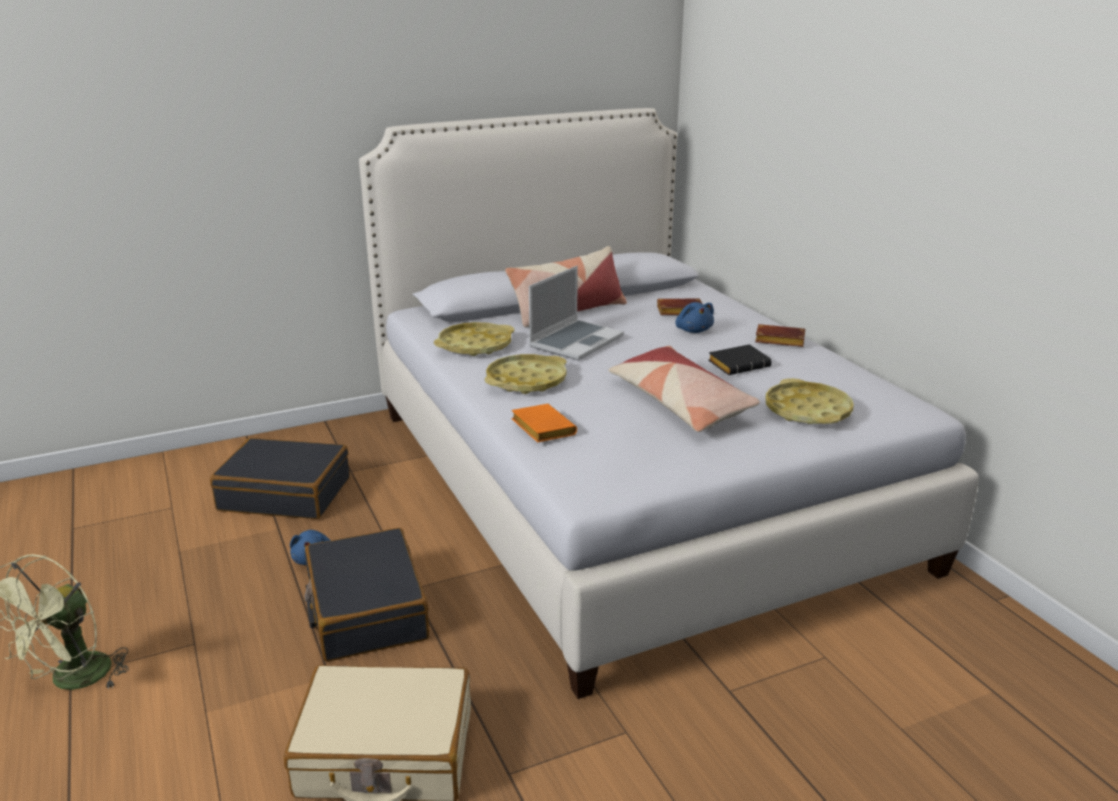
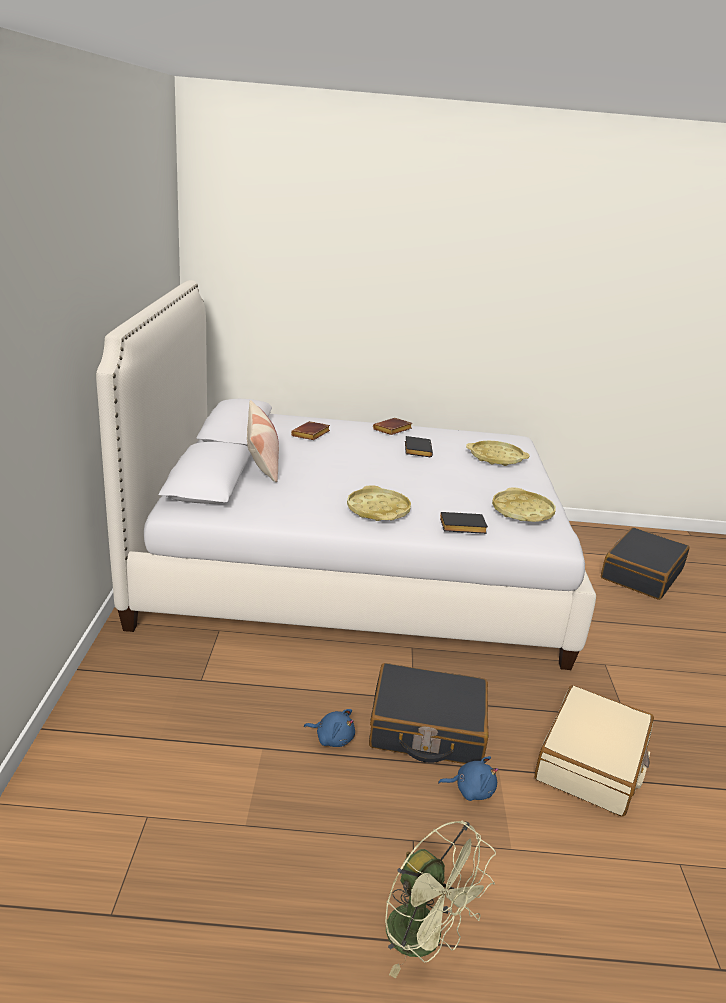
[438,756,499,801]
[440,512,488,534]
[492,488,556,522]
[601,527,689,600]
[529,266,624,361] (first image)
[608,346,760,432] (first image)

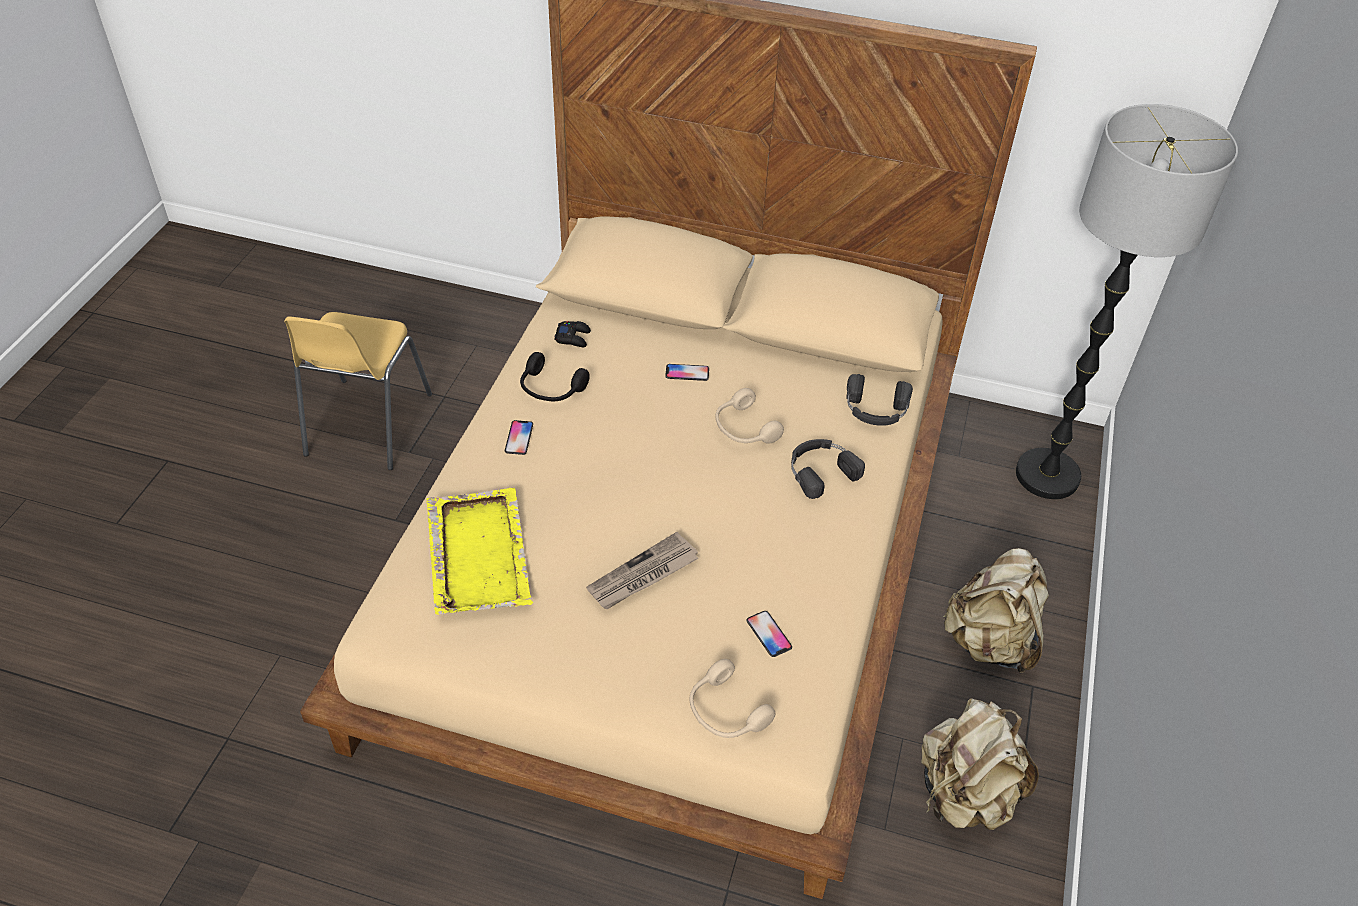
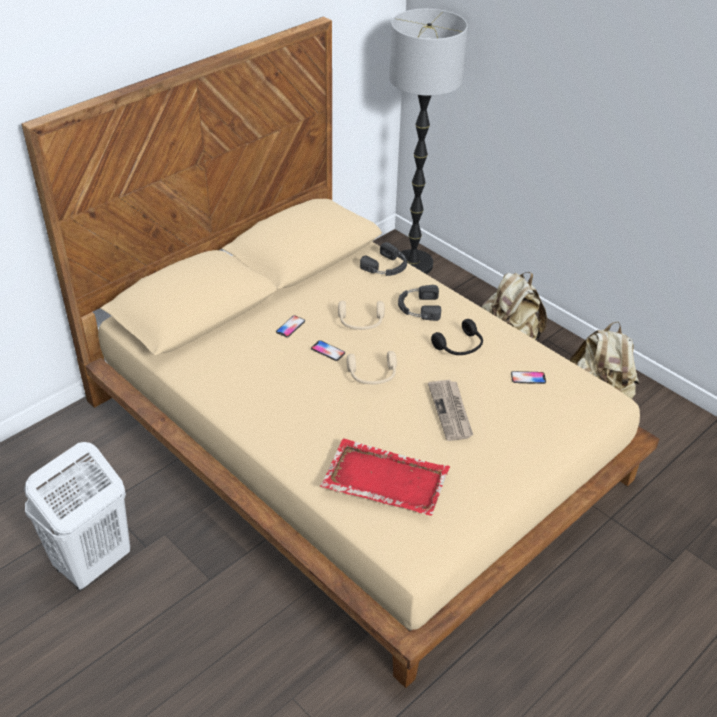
[24,442,130,590]
[311,340,345,361]
[320,438,450,516]
[347,351,397,384]
[431,319,483,355]
[554,321,591,347] (first image)

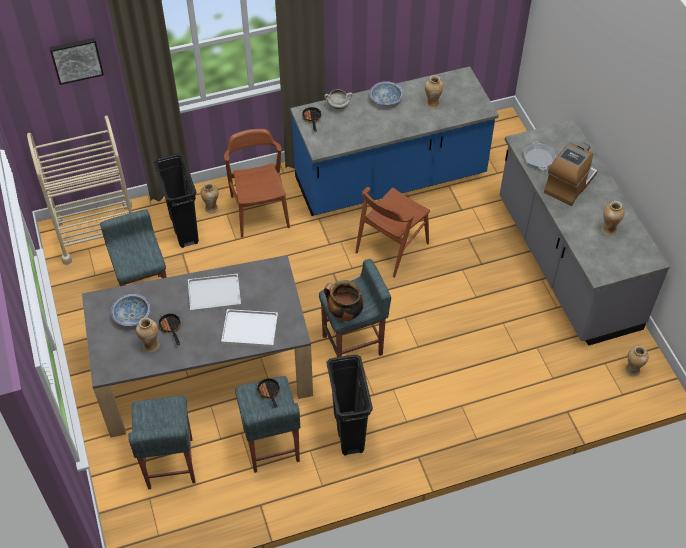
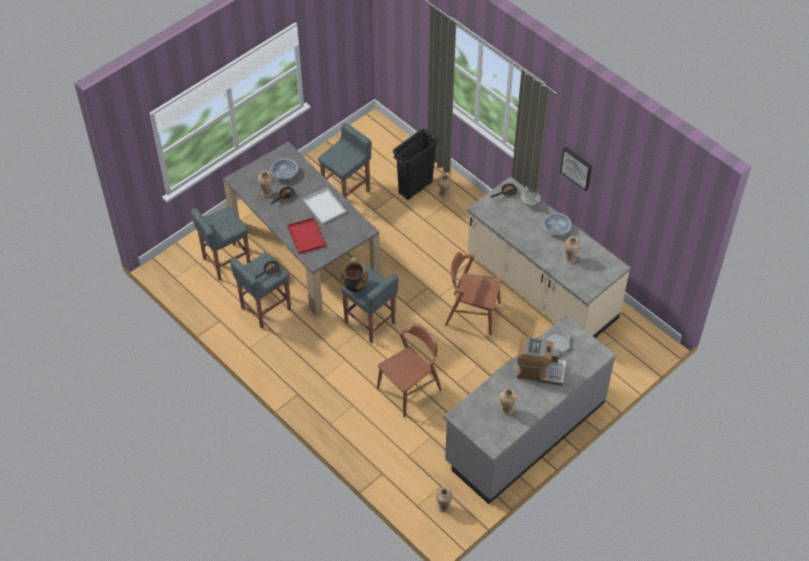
[287,217,326,254]
[377,323,442,417]
[467,177,631,338]
[560,147,592,191]
[27,115,132,265] (first image)
[326,355,373,456] (first image)

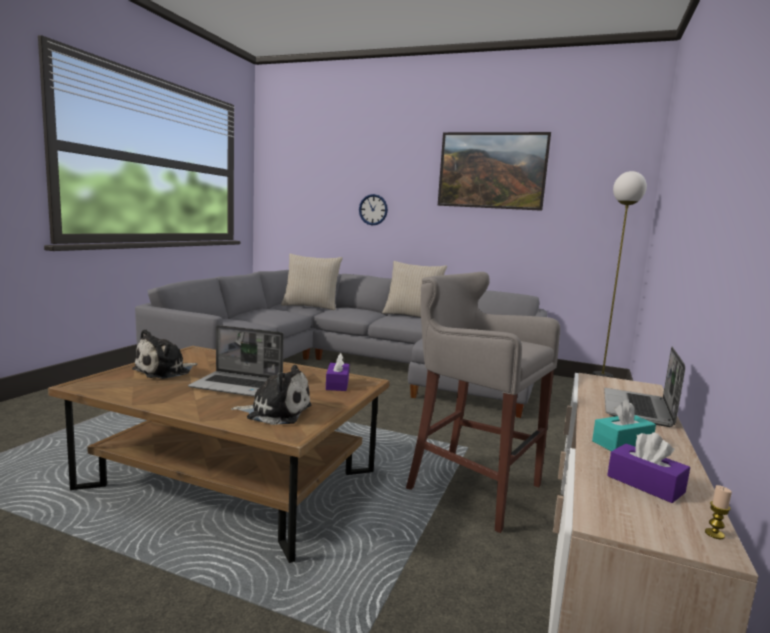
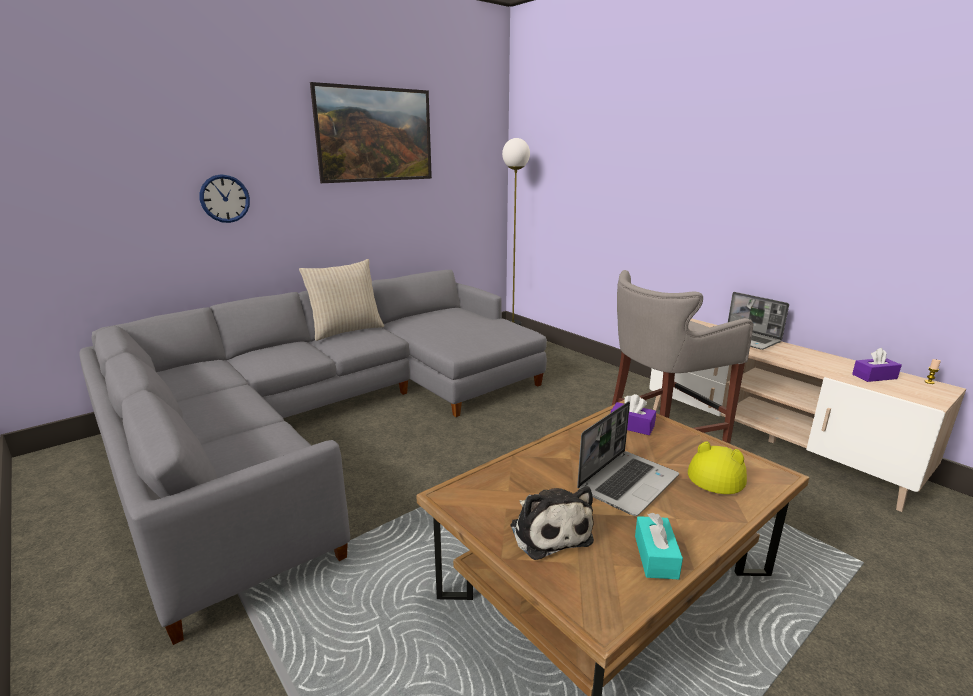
[635,513,683,580]
[688,441,747,494]
[281,254,343,310] (first image)

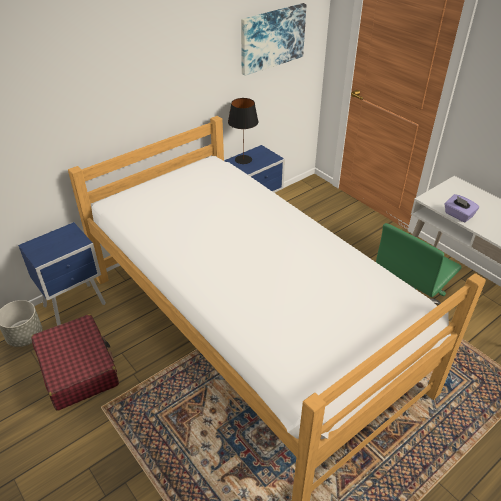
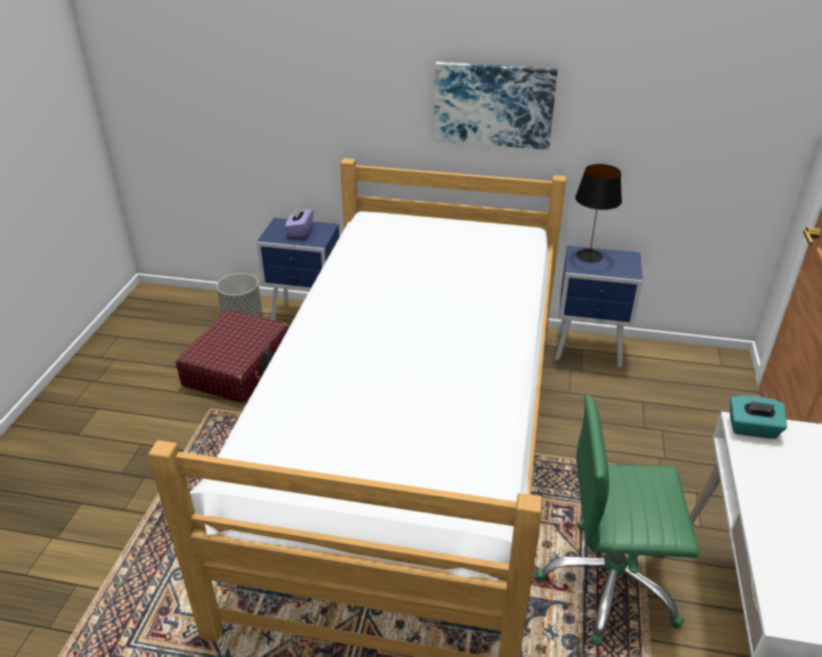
[285,205,313,238]
[434,62,558,150]
[730,395,787,439]

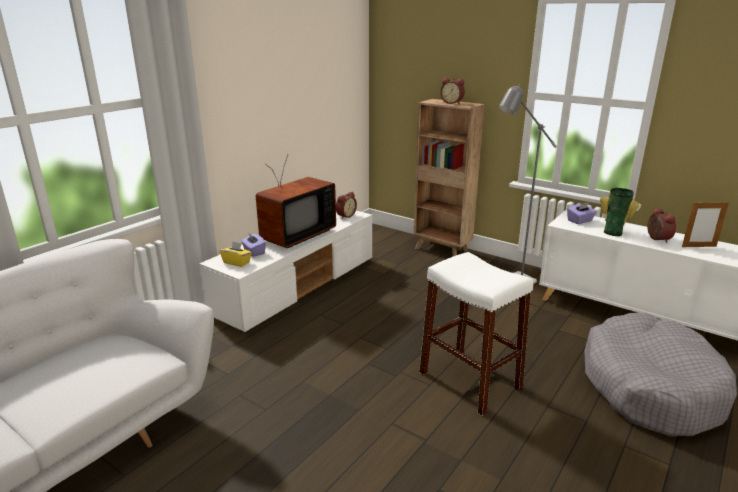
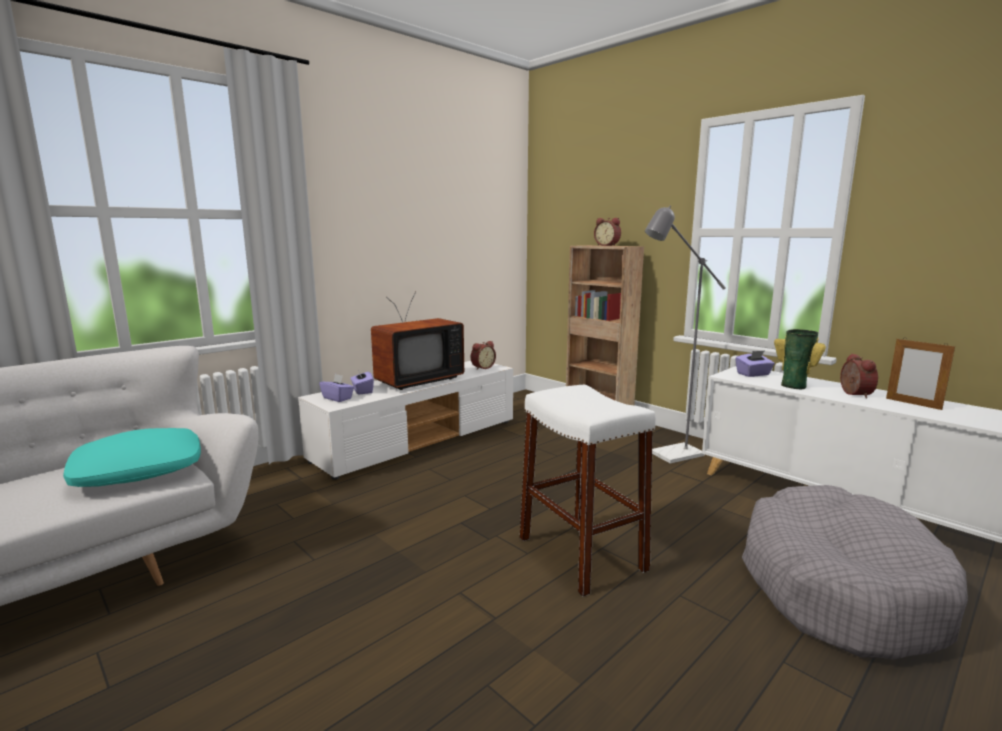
[63,428,201,487]
[319,374,354,402]
[886,338,955,410]

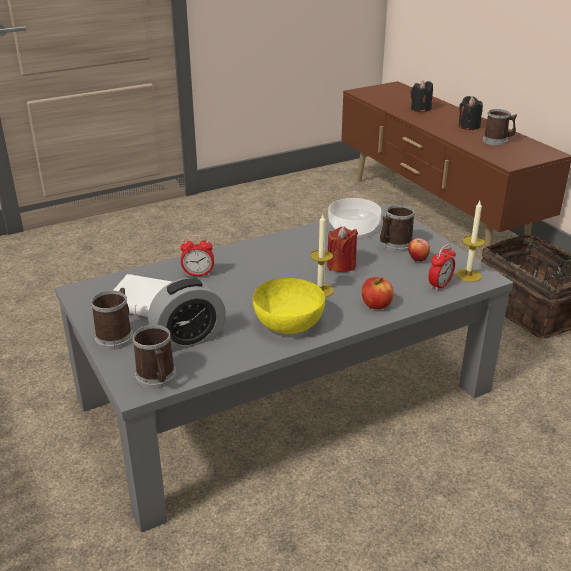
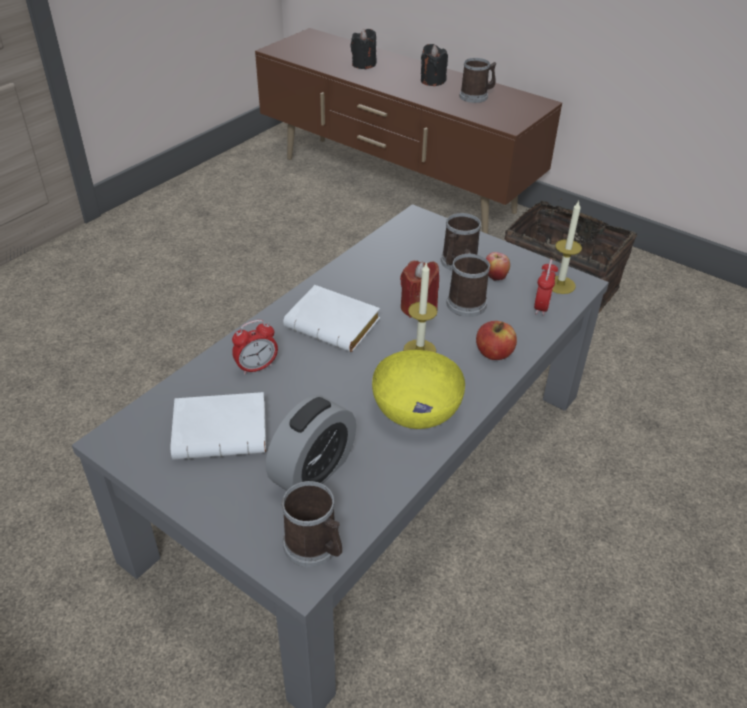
[283,285,380,352]
[447,249,490,317]
[328,198,382,238] (first image)

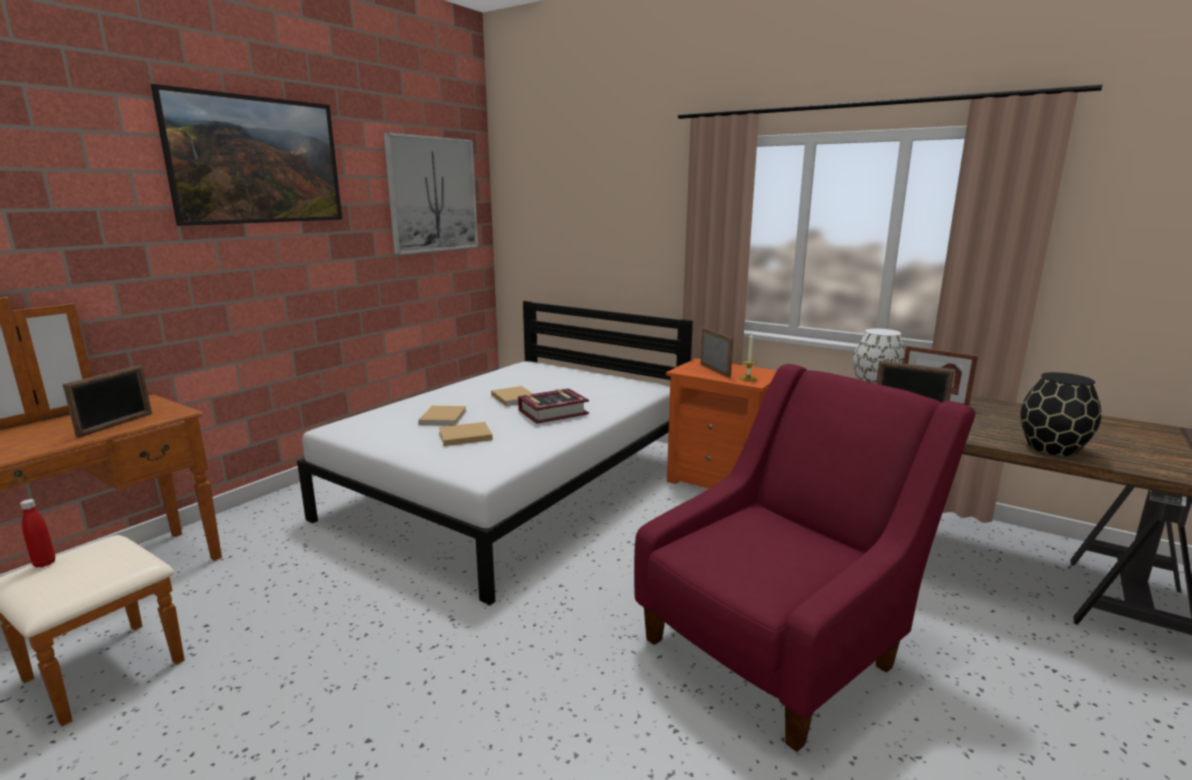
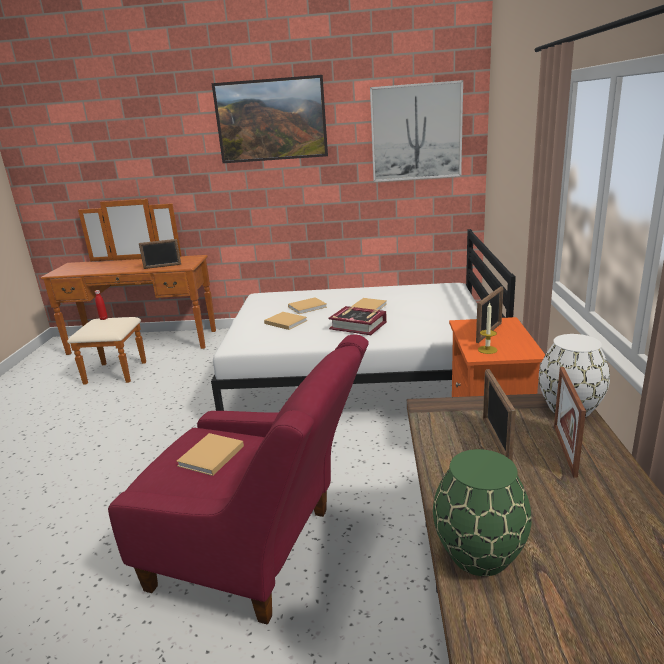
[176,433,244,476]
[433,449,532,576]

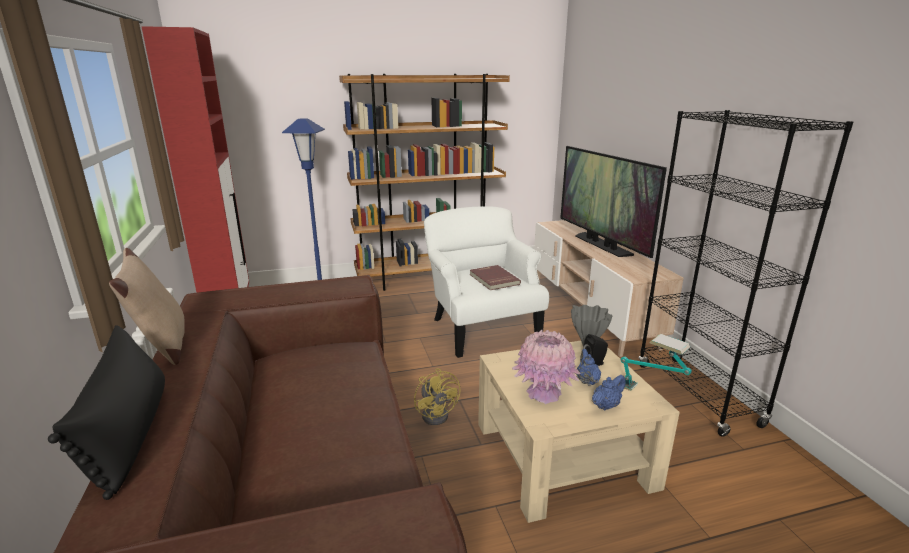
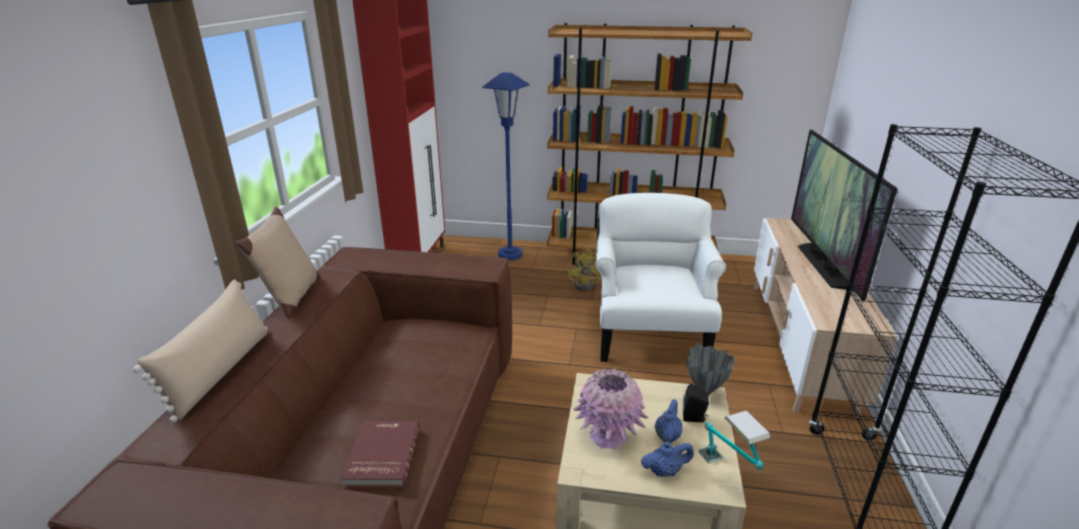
[133,279,268,423]
[341,421,420,486]
[567,249,602,291]

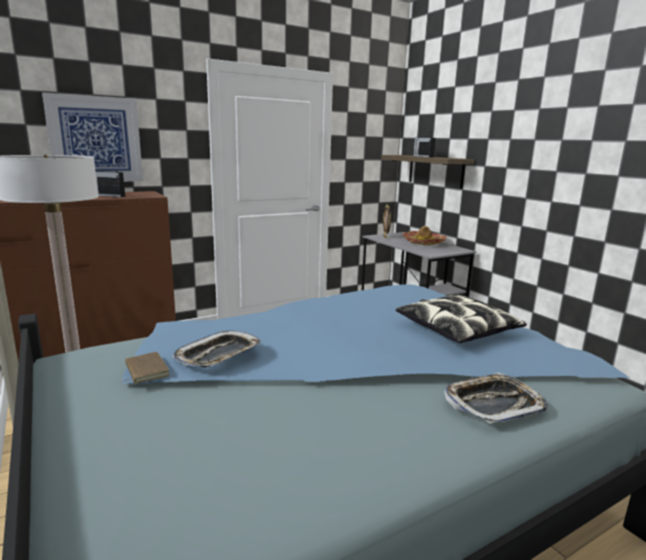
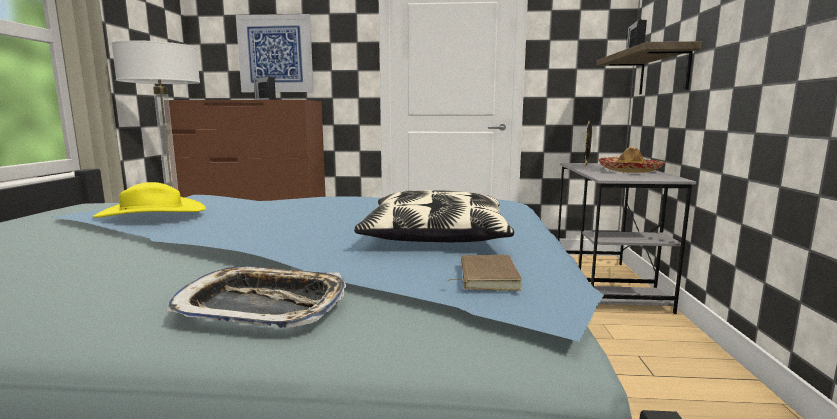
[93,182,206,218]
[445,255,522,291]

